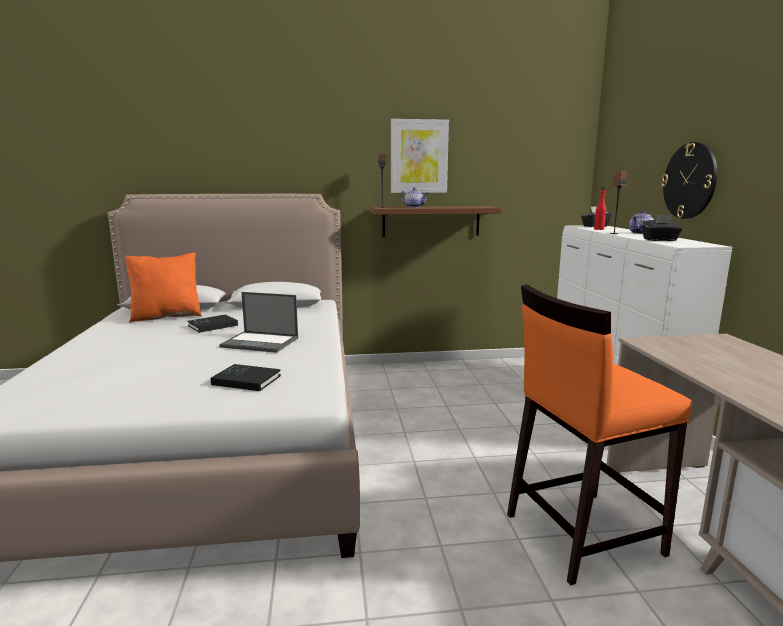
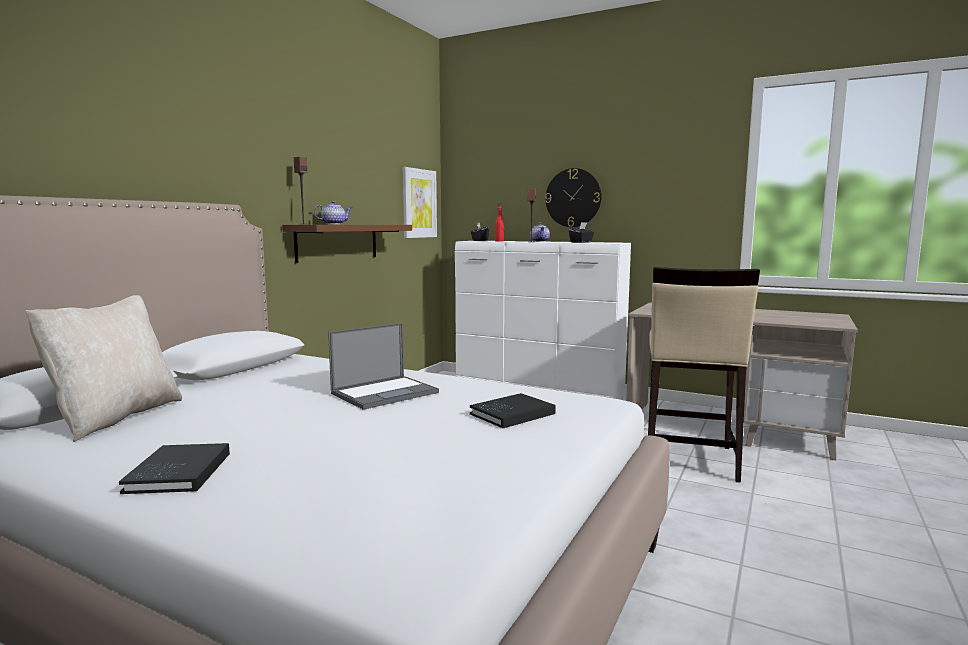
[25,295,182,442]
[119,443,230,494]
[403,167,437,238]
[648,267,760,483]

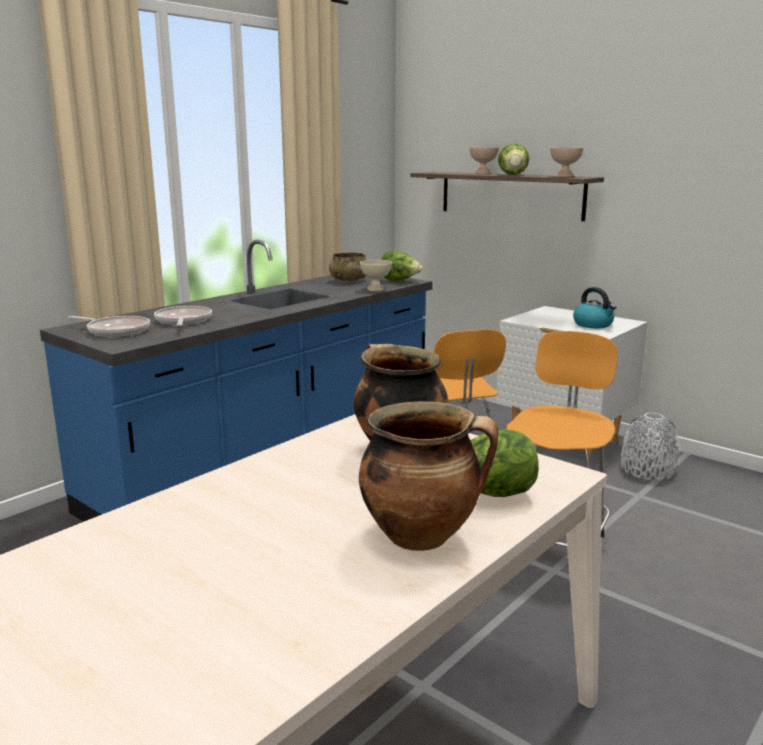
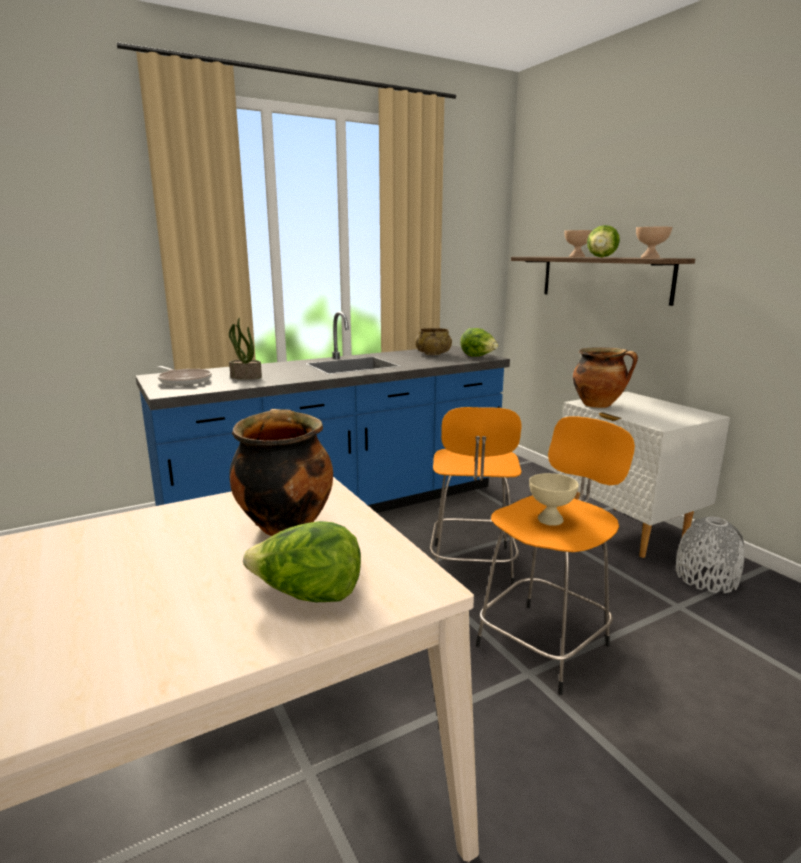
[229,318,262,380]
[529,473,579,526]
[573,347,638,408]
[573,287,616,328] (first image)

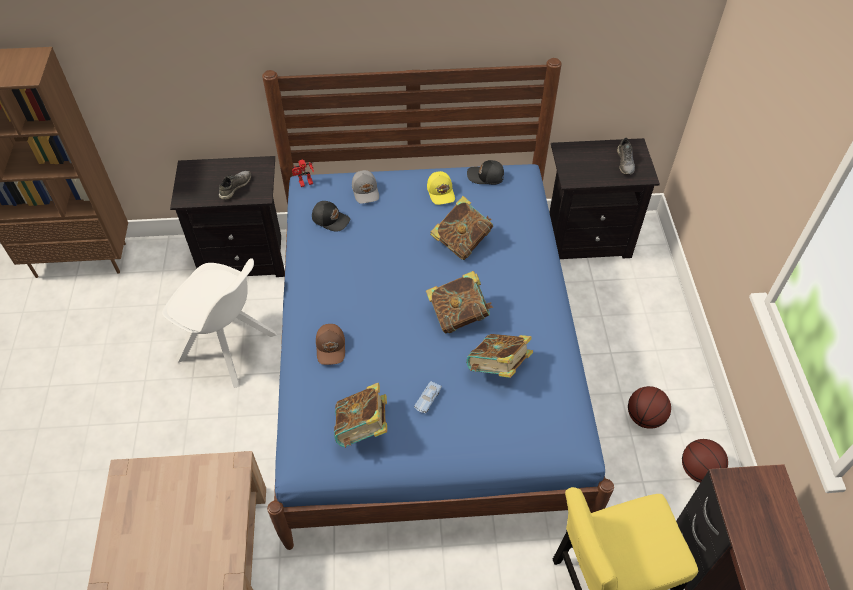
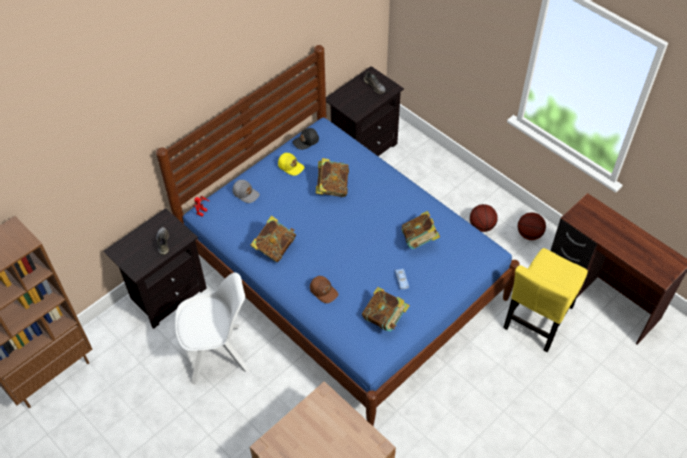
[251,215,296,262]
[312,201,350,231] (first image)

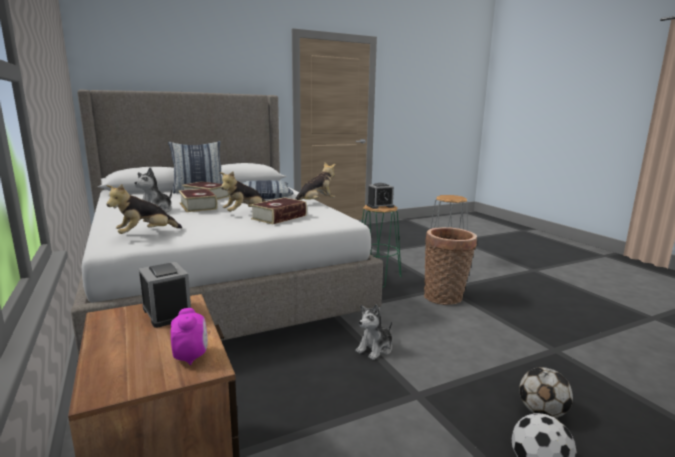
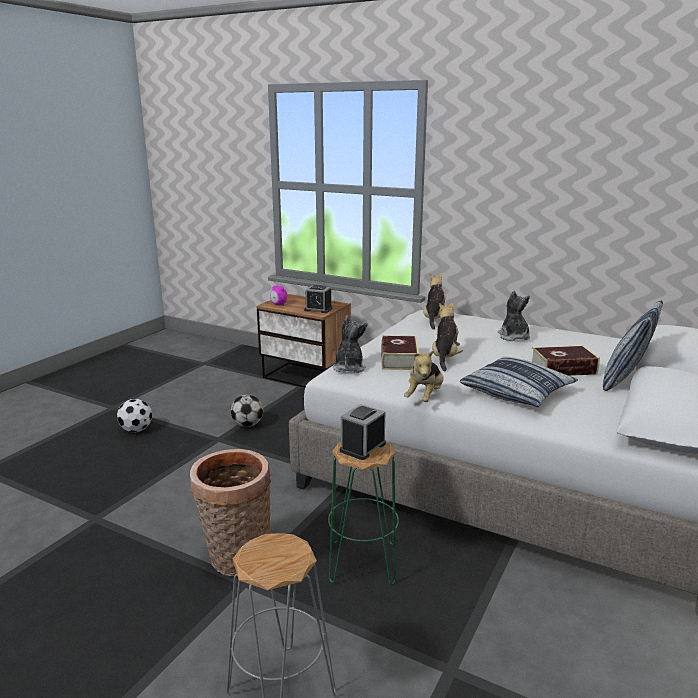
[231,395,263,427]
[333,315,367,373]
[178,189,218,212] (first image)

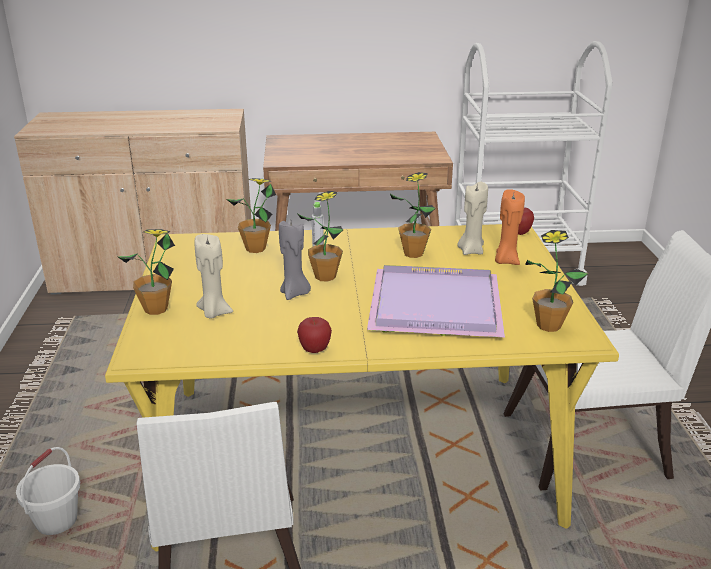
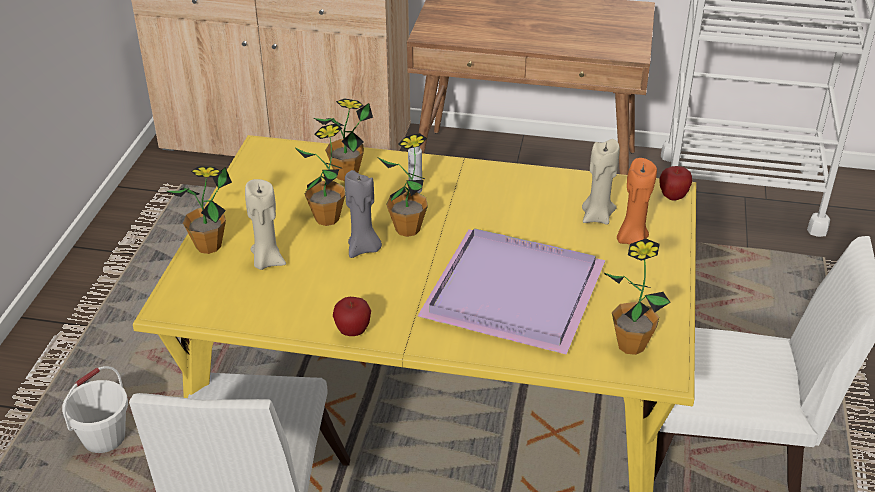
[294,124,345,226]

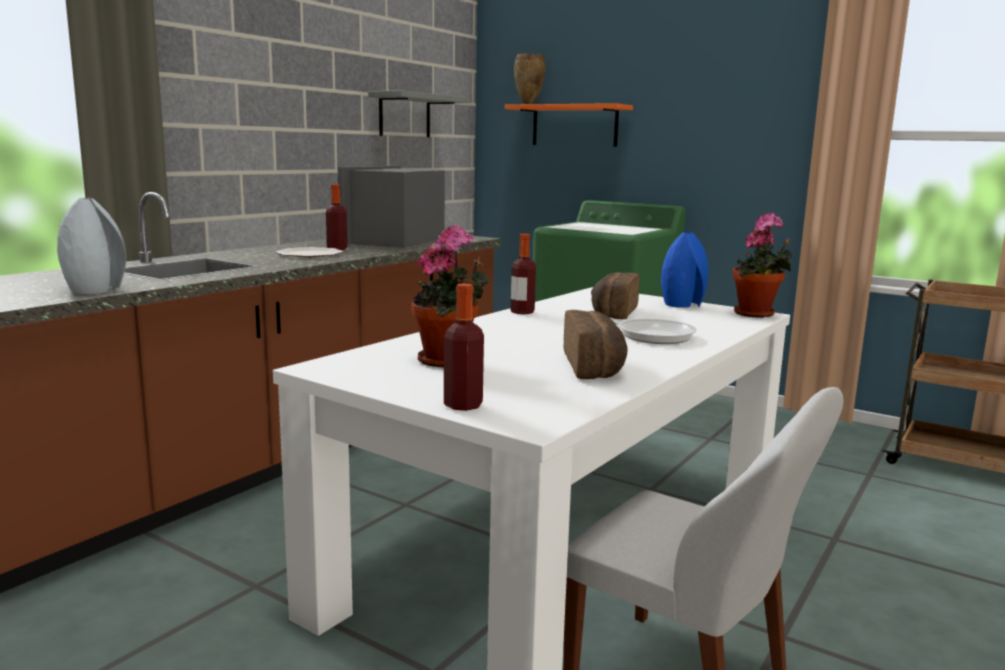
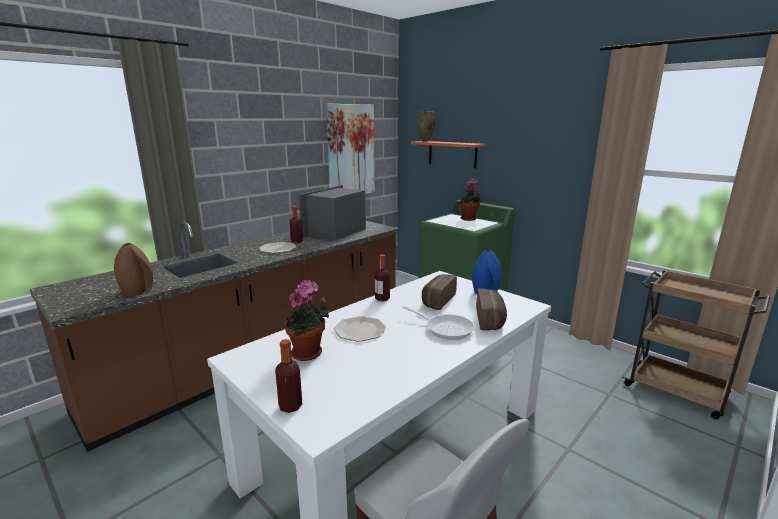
[114,243,153,296]
[326,104,375,194]
[334,316,387,342]
[459,178,482,221]
[476,288,507,330]

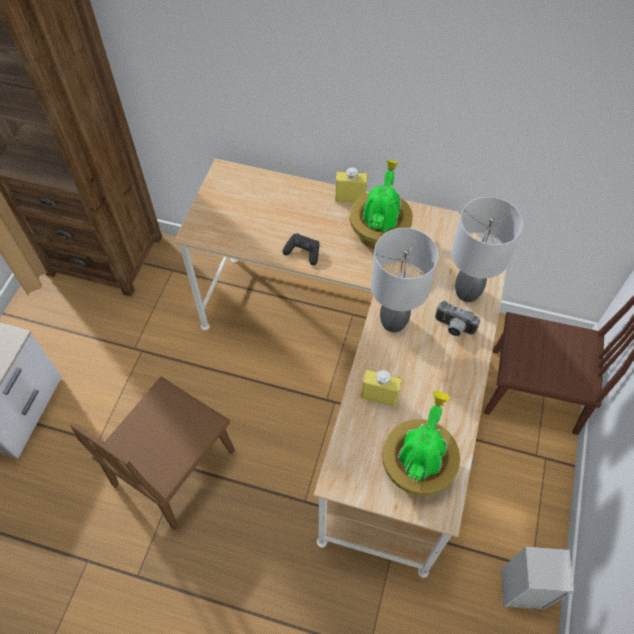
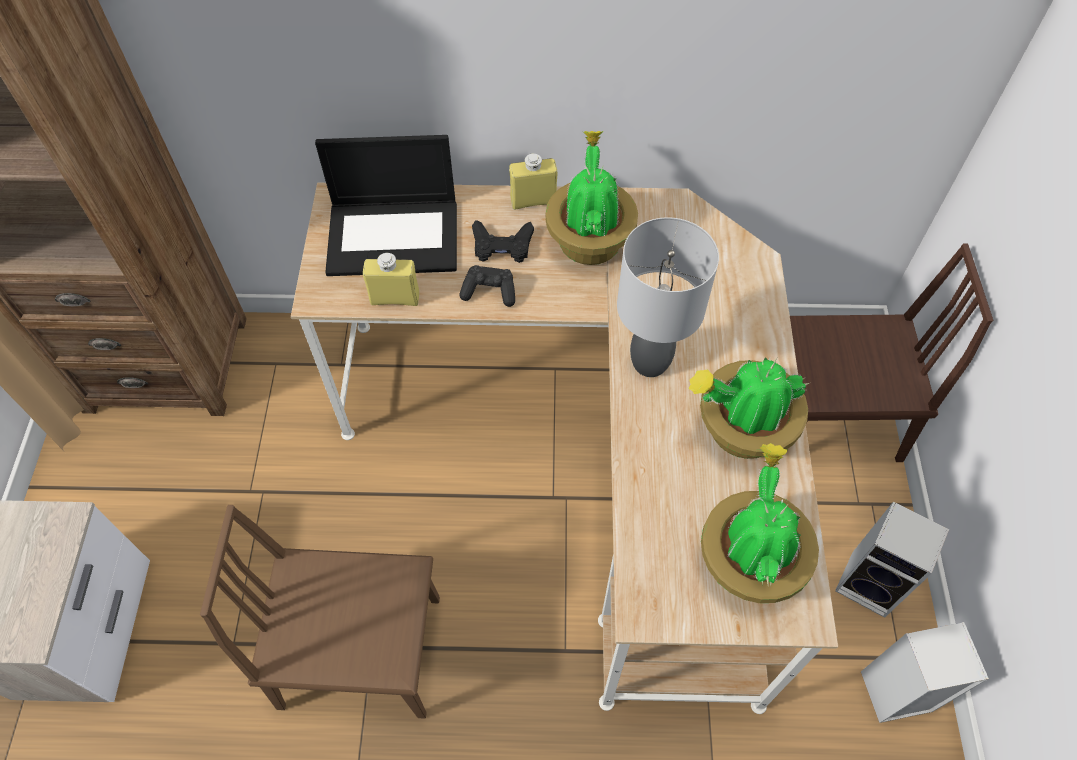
[200,505,440,719]
[315,135,457,276]
[363,253,419,306]
[472,220,534,263]
[689,357,809,459]
[835,501,949,618]
[435,301,480,336] (first image)
[451,197,523,302] (first image)

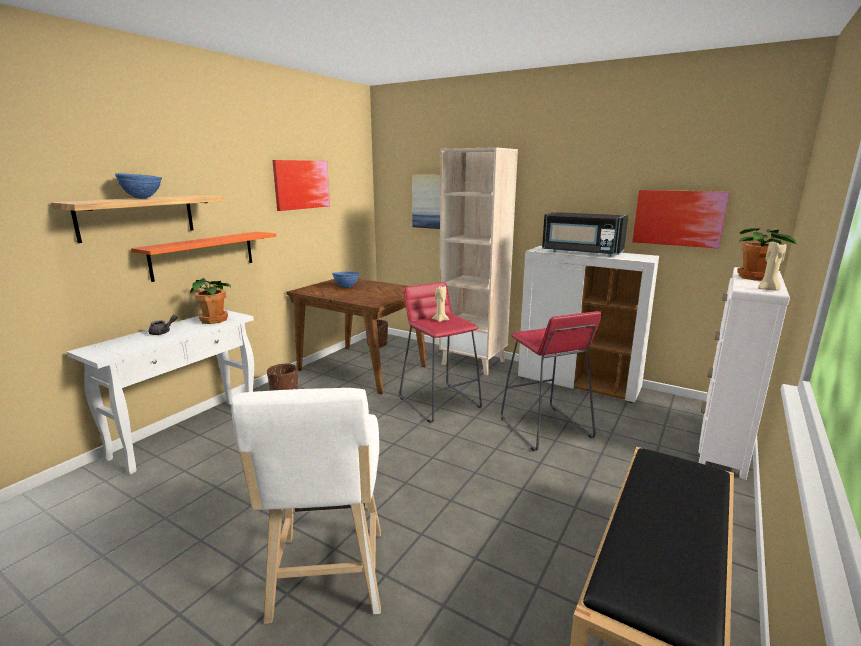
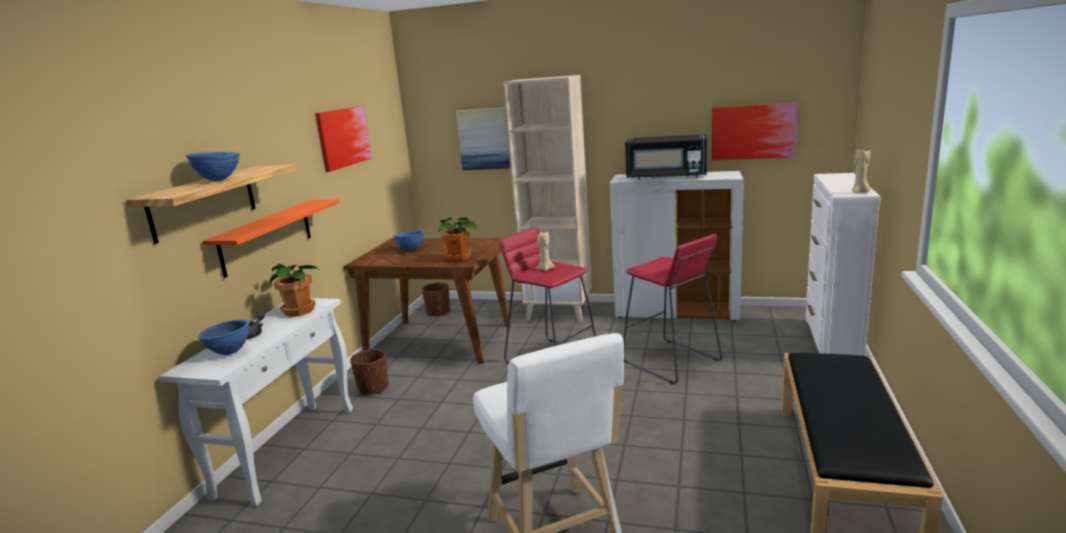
[198,319,250,355]
[436,217,478,262]

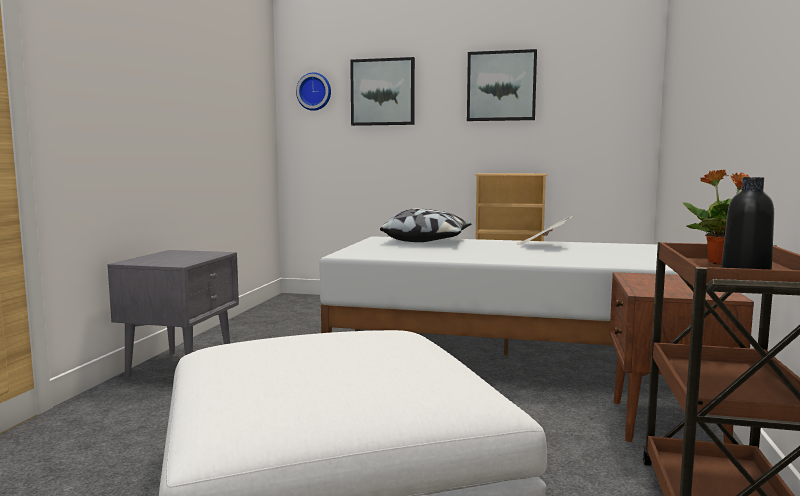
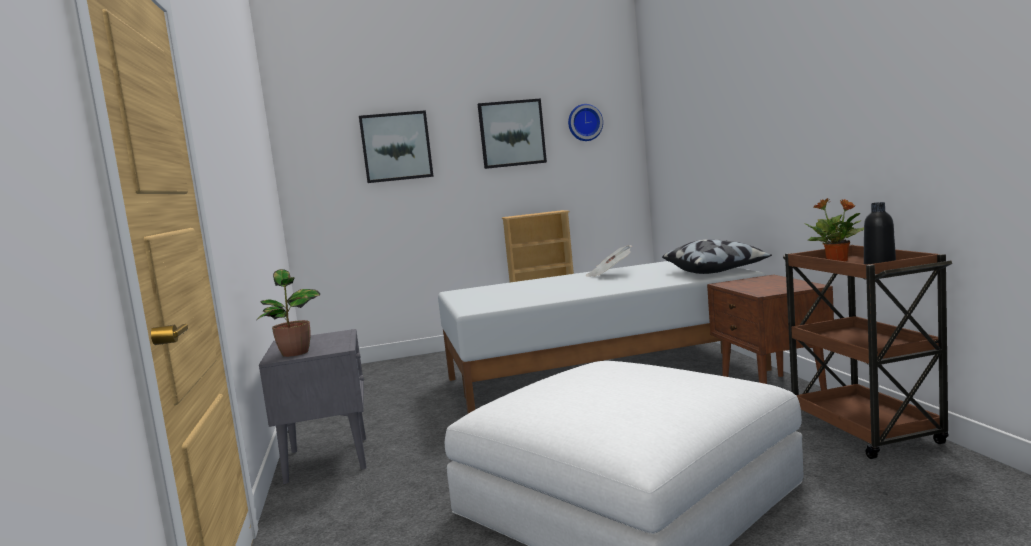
[258,269,320,357]
[568,104,603,141]
[662,239,772,274]

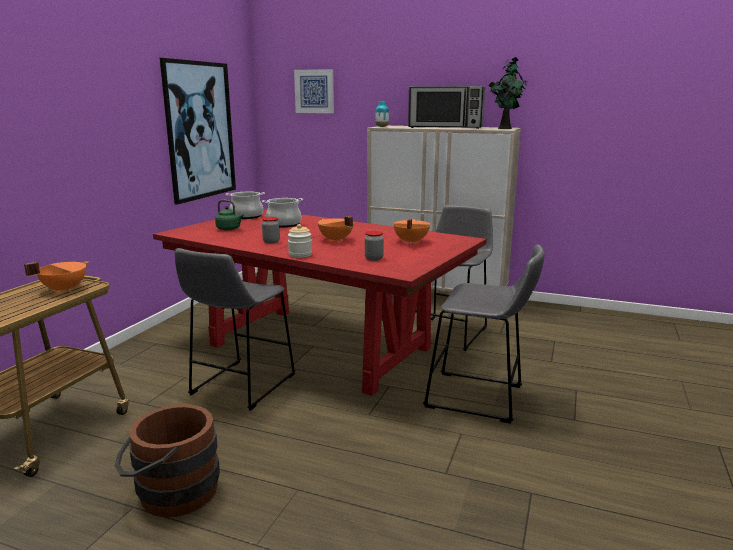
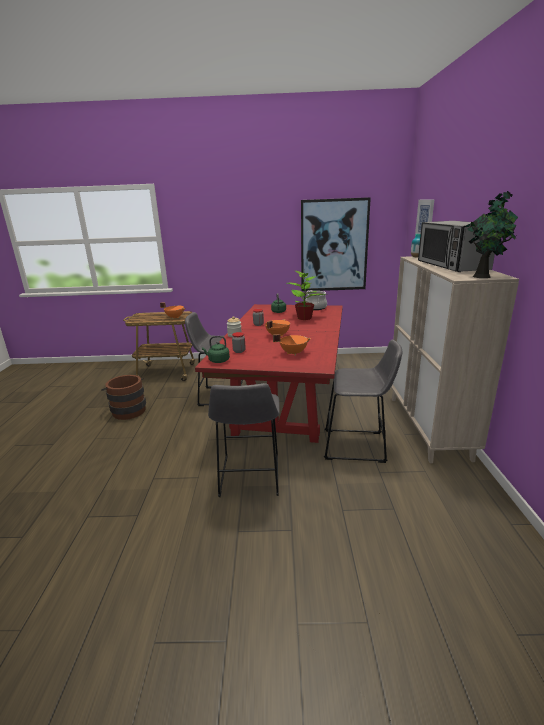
[202,336,230,363]
[287,268,327,320]

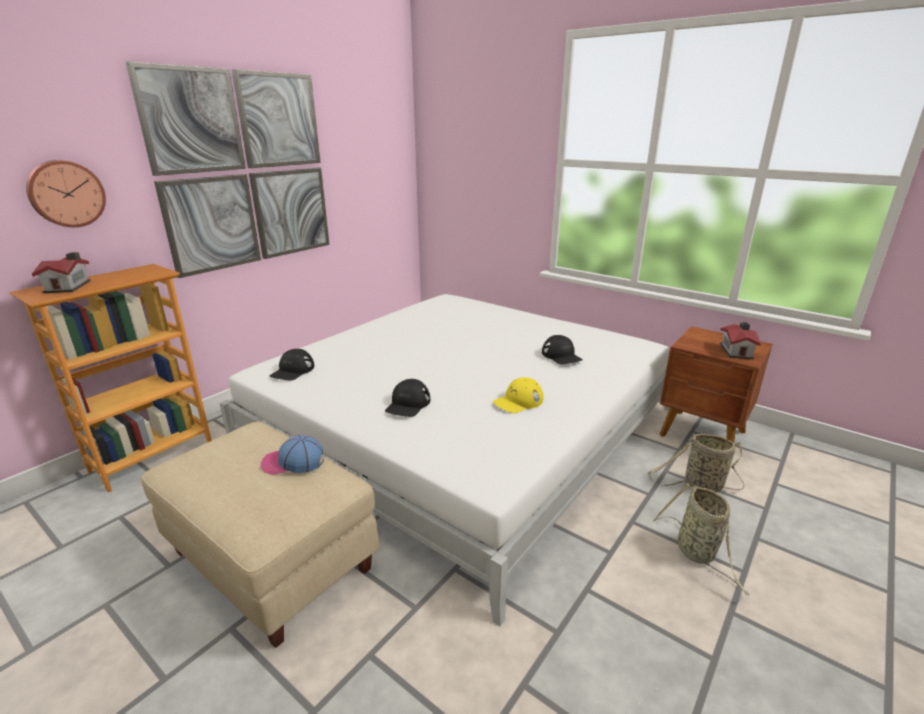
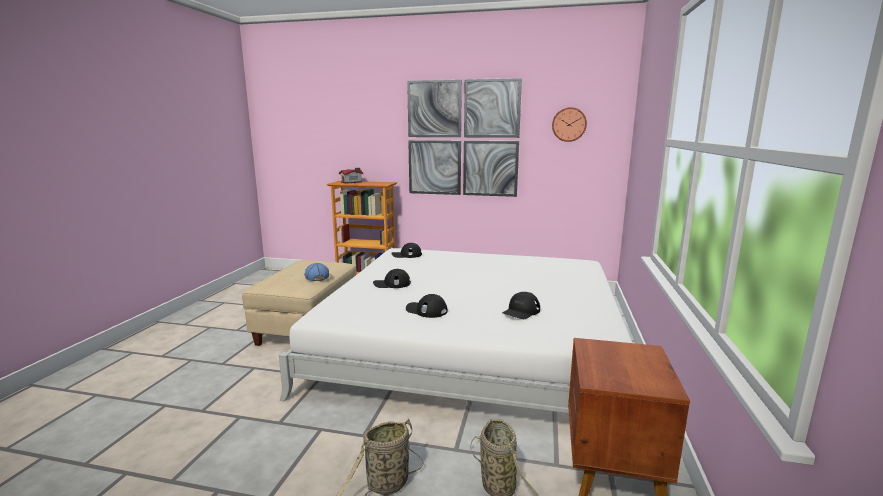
[406,294,447,318]
[552,107,587,142]
[720,322,761,359] (first image)

